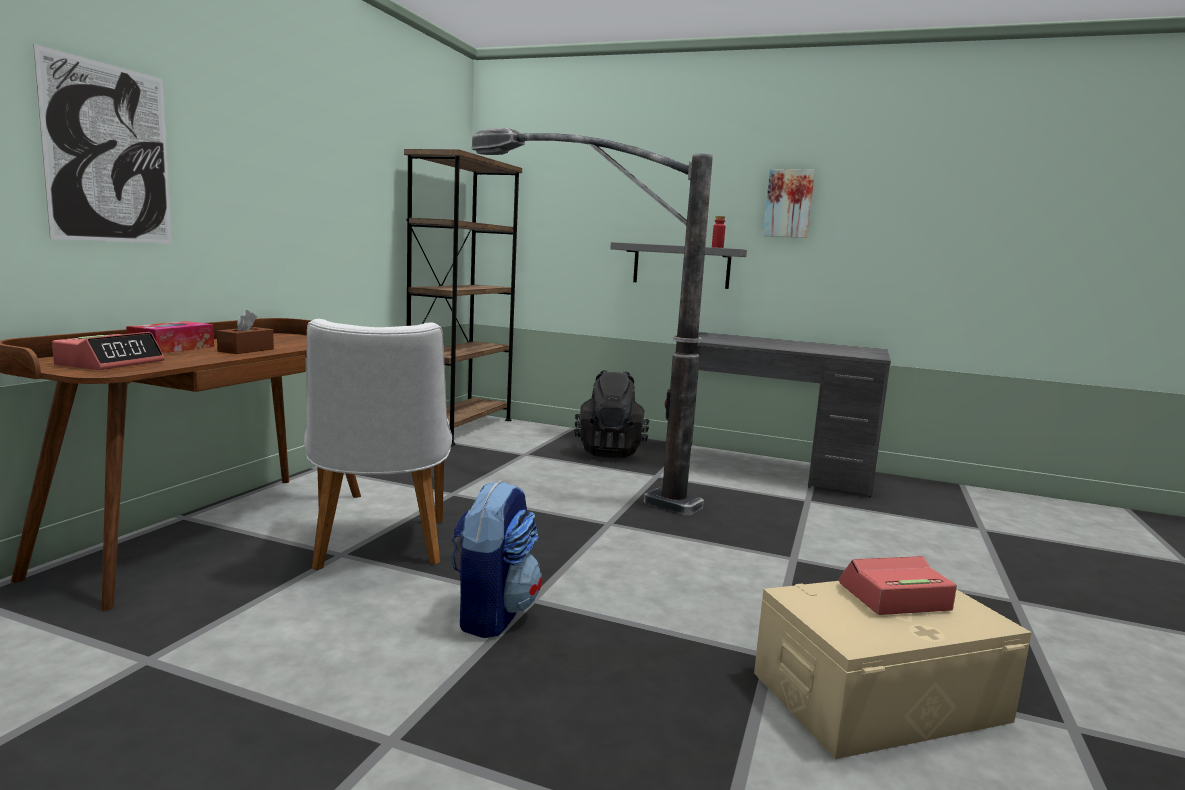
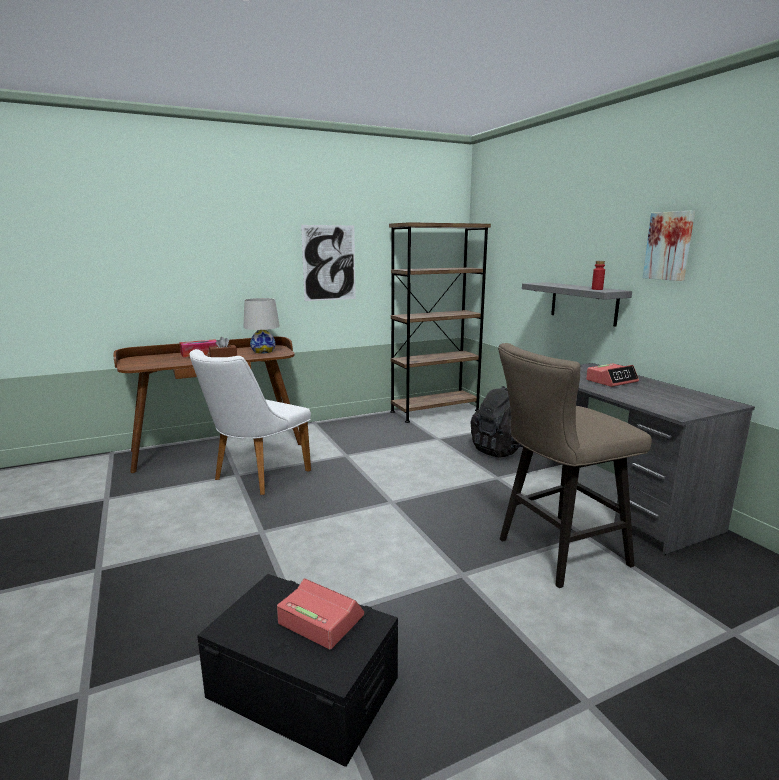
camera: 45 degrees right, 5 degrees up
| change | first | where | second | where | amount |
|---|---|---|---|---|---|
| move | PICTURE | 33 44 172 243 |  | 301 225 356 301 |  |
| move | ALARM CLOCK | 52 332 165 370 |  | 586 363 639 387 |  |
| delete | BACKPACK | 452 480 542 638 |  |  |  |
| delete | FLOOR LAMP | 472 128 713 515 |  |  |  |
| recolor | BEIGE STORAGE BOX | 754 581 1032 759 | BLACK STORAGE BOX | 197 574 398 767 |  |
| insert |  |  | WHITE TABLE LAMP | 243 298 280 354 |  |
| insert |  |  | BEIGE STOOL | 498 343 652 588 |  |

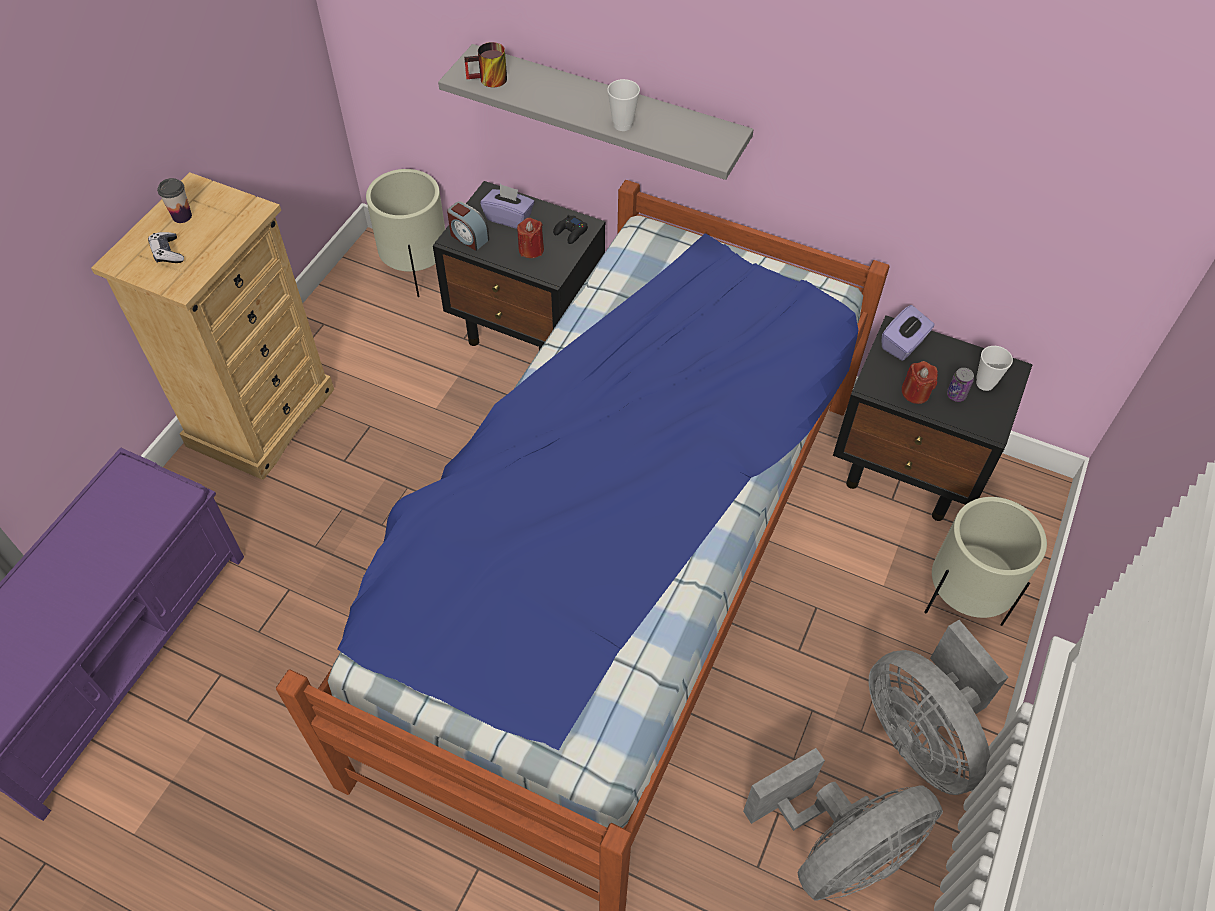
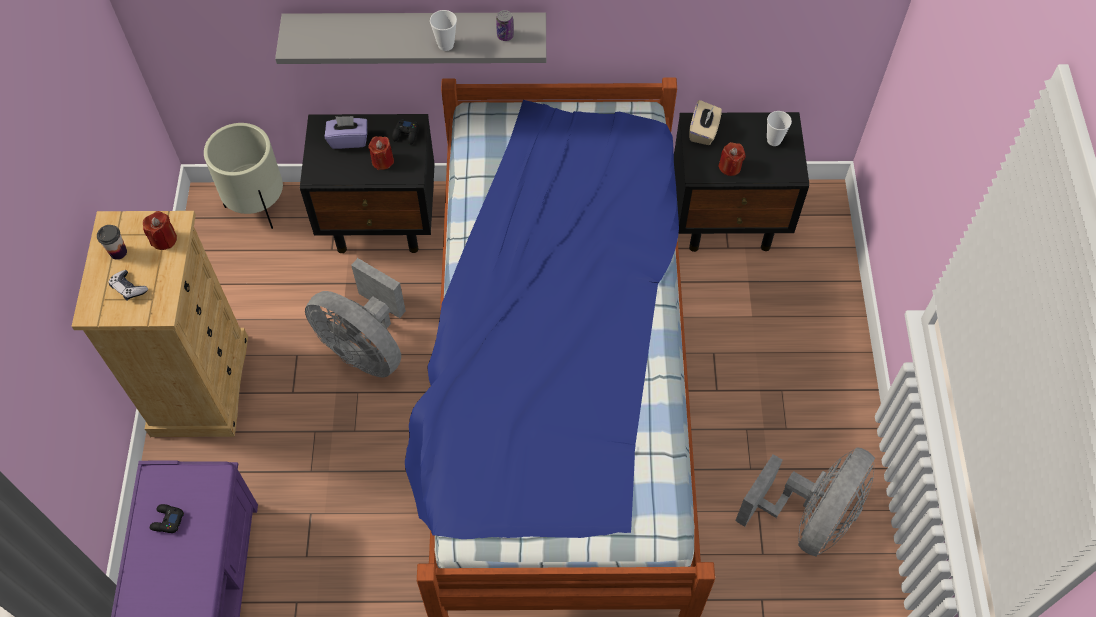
camera: 25 degrees left, 5 degrees up
| change | first | where | second | where | amount |
|---|---|---|---|---|---|
| delete | ALARM CLOCK | 447 201 489 251 |  |  |  |
| delete | MUG | 464 42 507 87 |  |  |  |
| move | GREY FAN | 869 620 1008 795 |  | 305 258 406 378 |  |
| recolor | PURPLE TISSUE BOX | 881 305 935 361 | BEIGE TISSUE BOX | 689 100 722 145 |  |
| delete | BEIGE PLANTER | 924 497 1047 626 |  |  |  |
| move | CAN | 947 368 974 402 |  | 496 10 514 41 |  |
| insert |  |  | RED CANDLE | 143 211 177 250 |  |
| insert |  |  | BLACK GAME CONTROLLER | 150 504 184 533 |  |

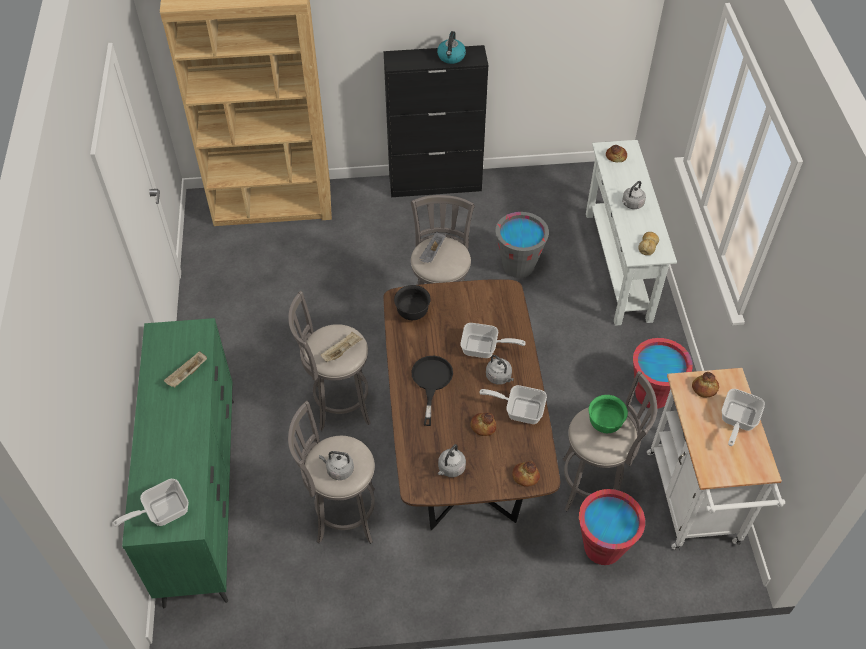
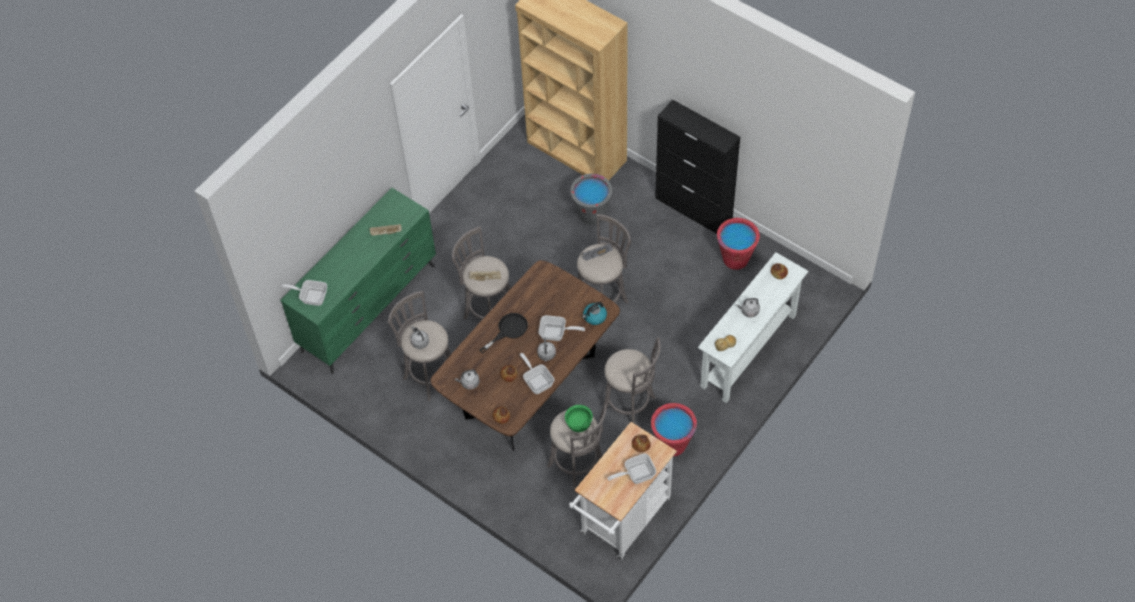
camera: 45 degrees right, 5 degrees up
| change | first | where | second | where | amount |
|---|---|---|---|---|---|
| delete | BLACK BOWL | 394 285 431 320 |  |  |  |
| move | KETTLE | 437 31 466 64 |  | 582 302 607 325 |  |
| rotate | FRYING PAN | 460 323 526 358 |  | 539 315 585 341 | 45 degrees counterclockwise |
| move | GREY BUCKET | 496 212 549 278 |  | 570 174 612 225 |  |
| move | RED BUCKET | 579 489 645 565 |  | 717 218 760 270 |  |
| insert |  |  | GREY STOOL | 601 337 661 424 |  |

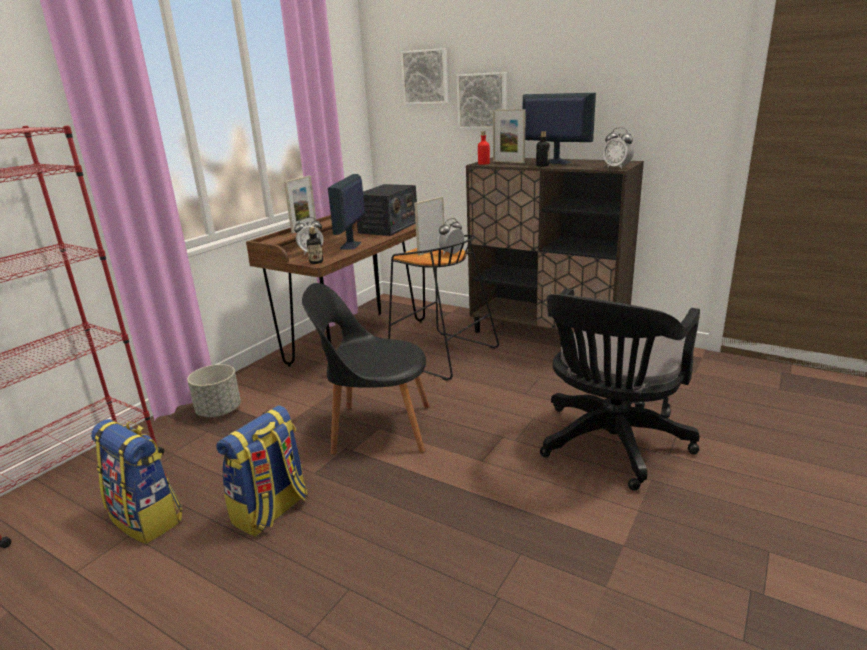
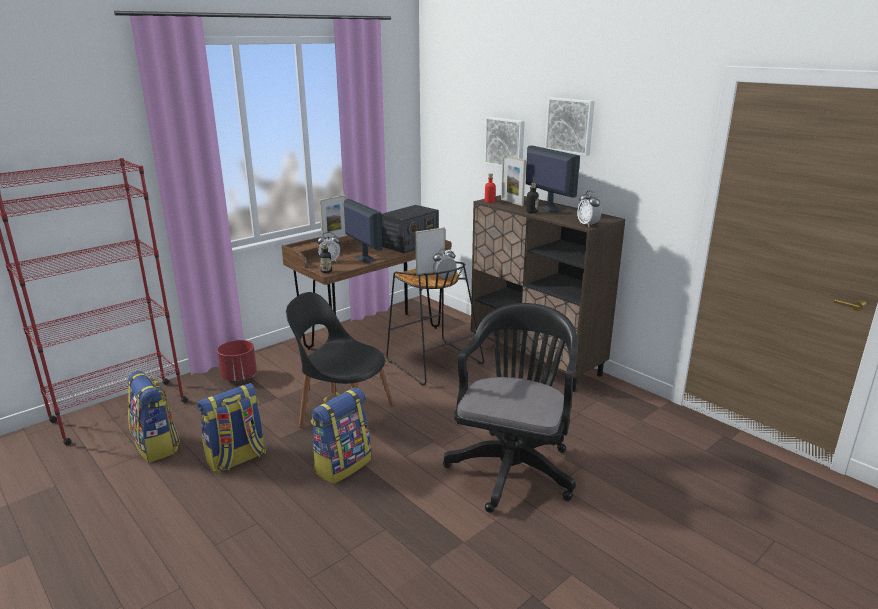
camera: 15 degrees right, 0 degrees up
| change | first | where | second | where | amount |
|---|---|---|---|---|---|
| recolor | GREY PLANTER | 187 364 241 417 | RED PLANTER | 217 340 257 381 |  |
| rotate | MONITOR | 328 174 365 249 |  | 344 199 382 263 | 120 degrees clockwise |
| move | PICTURE | 401 48 448 105 |  | 545 97 595 156 |  |
| rotate | BLACK OFFICE CHAIR | 540 288 700 491 |  | 443 303 578 513 | 150 degrees clockwise |
| insert |  |  | BACKPACK | 311 388 371 484 |  |

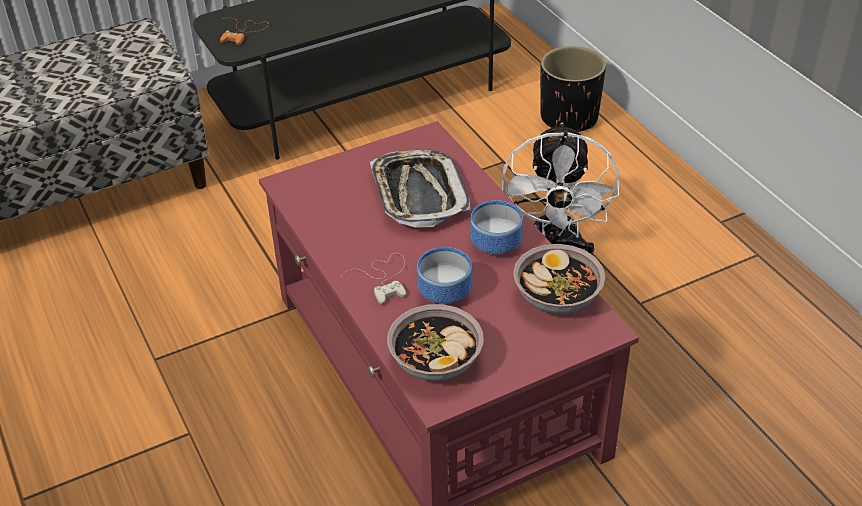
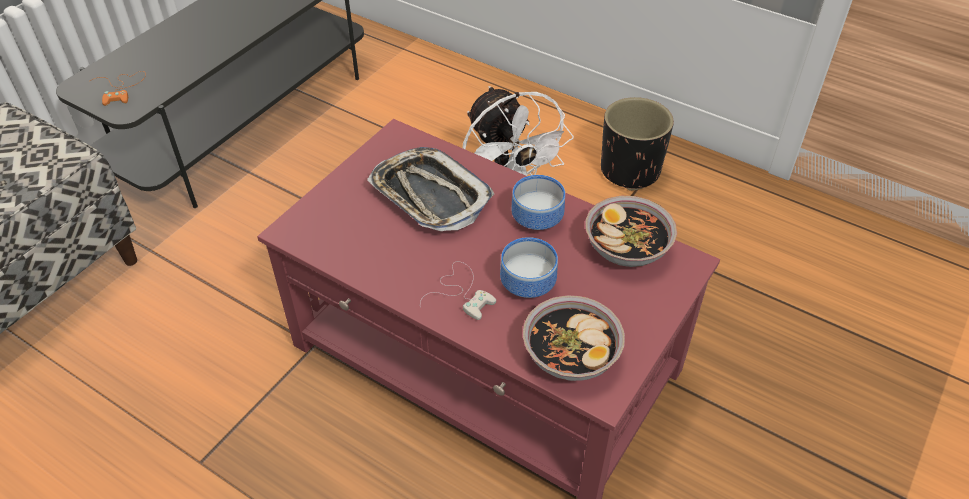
camera: 30 degrees left, 5 degrees up
| change | first | where | second | where | amount |
|---|---|---|---|---|---|
| move | BLACK PLANTER | 540 46 606 132 |  | 601 97 674 191 |  |

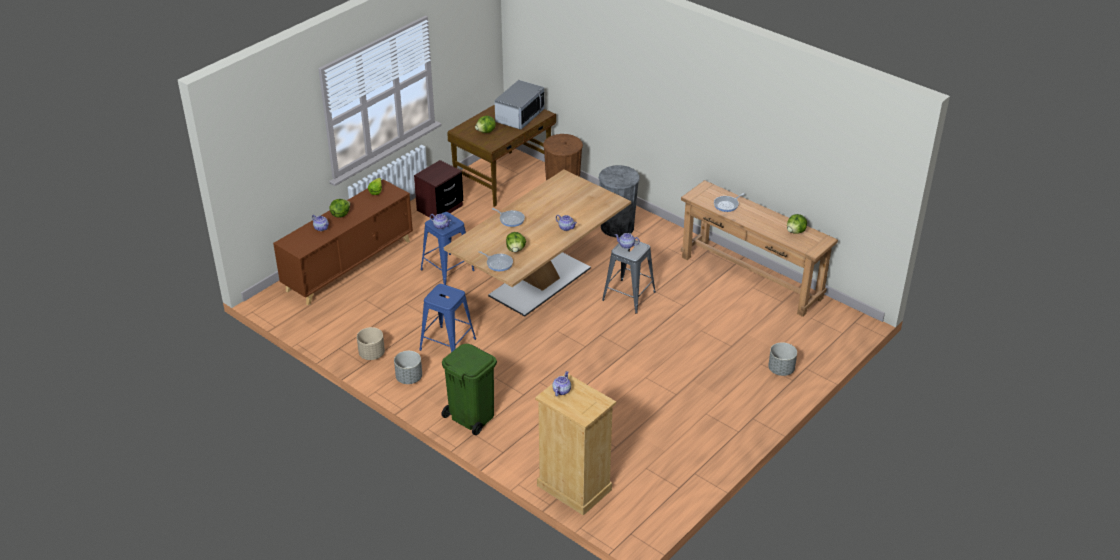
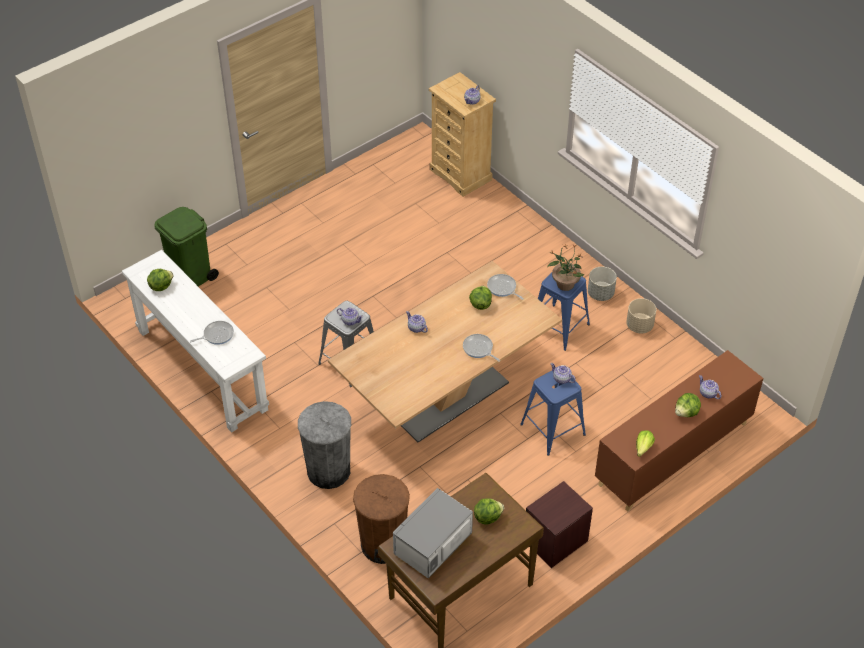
camera: 170 degrees left, 10 degrees up
| change | first | where | second | where | amount |
|---|---|---|---|---|---|
| move | GREEN TRASH CAN | 441 344 497 435 |  | 154 207 219 286 |  |
| recolor | BROWN CONSOLE TABLE | 681 180 838 317 | WHITE CONSOLE TABLE | 122 250 269 433 |  |
| delete | GREY PLANTER | 768 342 797 376 |  |  |  |
| insert |  |  | POTTED PLANT | 547 244 584 291 |  |

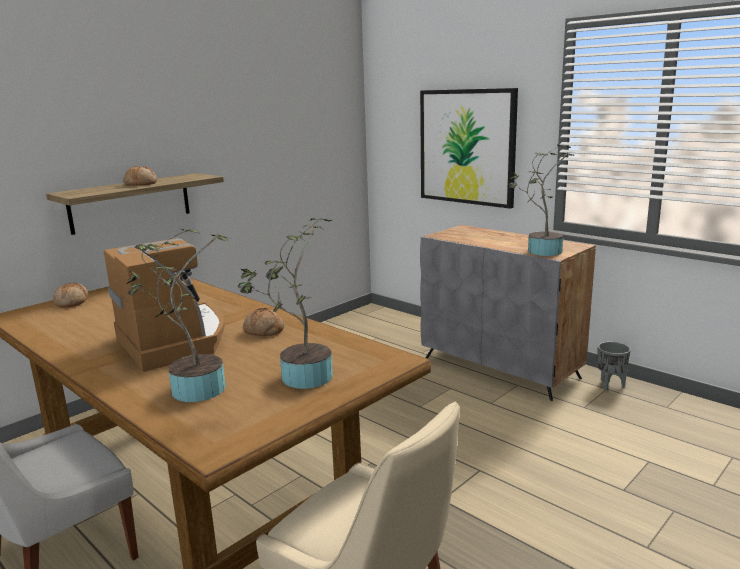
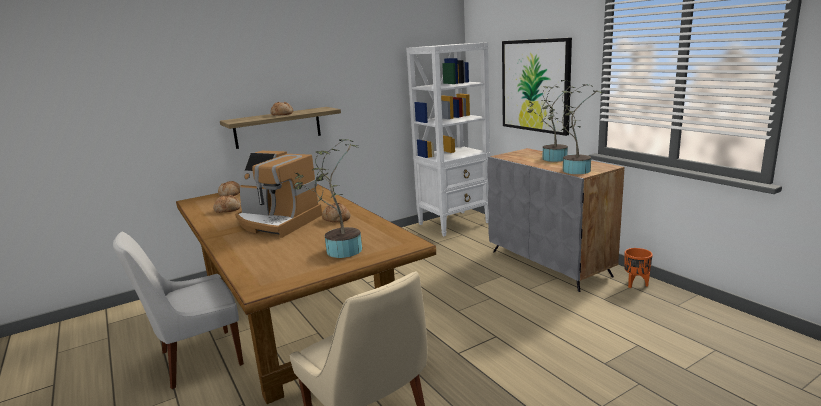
camera: 15 degrees right, 0 degrees up
| change | first | where | second | where | amount |
|---|---|---|---|---|---|
| rotate | COFFEE MACHINE | 104 238 225 372 |  | 235 151 322 238 | 135 degrees clockwise |
| move | POTTED PLANT | 126 229 229 402 |  | 527 80 576 162 |  |
| recolor | GREY PLANTER | 597 342 631 391 | ORANGE PLANTER | 624 248 653 288 |  |
| insert |  |  | BREAD | 213 195 241 213 |  |
| insert |  |  | WHITE BOOKCASE | 406 42 490 236 |  |

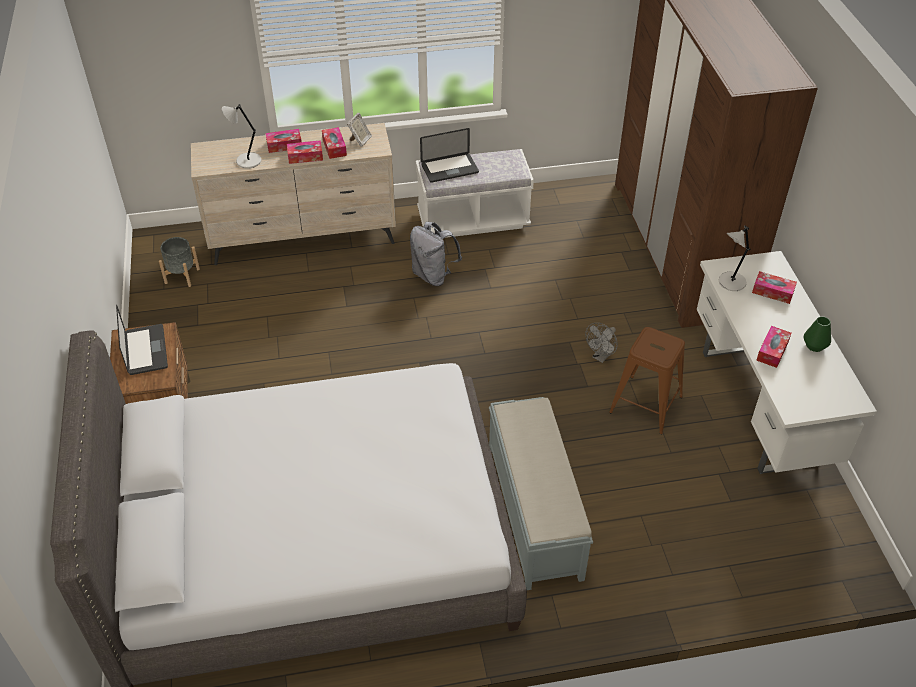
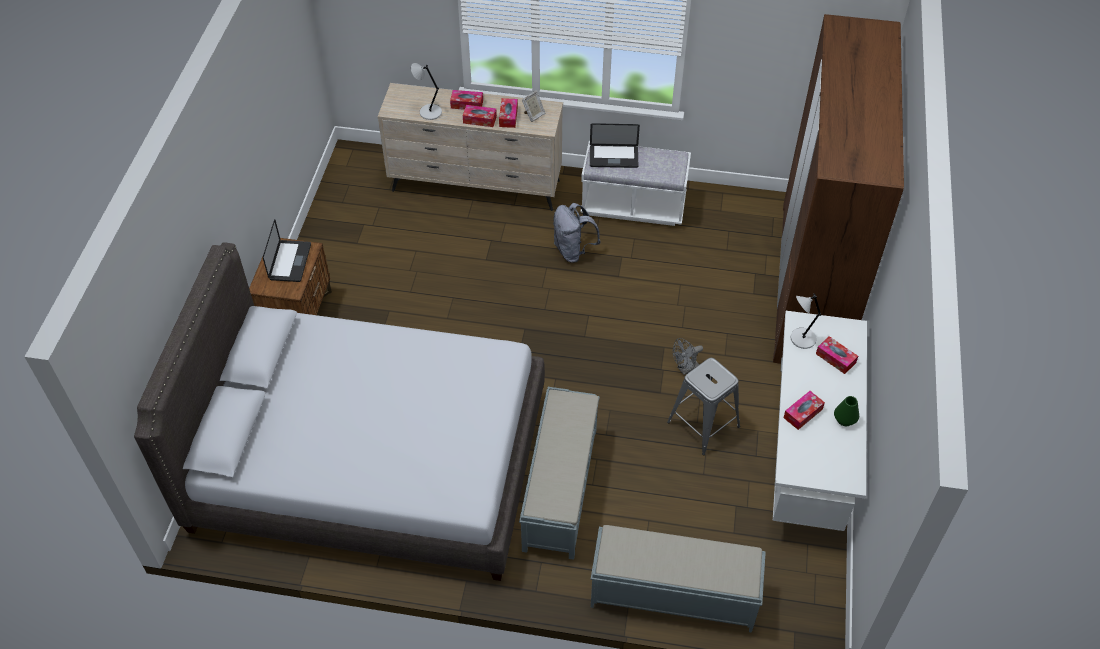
camera: 20 degrees right, 5 degrees up
| change | first | where | second | where | amount |
|---|---|---|---|---|---|
| delete | GREY PLANTER | 159 237 200 287 |  |  |  |
| recolor | BROWN STOOL | 609 327 685 434 | GREY STOOL | 667 358 740 455 |  |
| insert |  |  | GREY BENCH | 591 525 766 633 |  |

